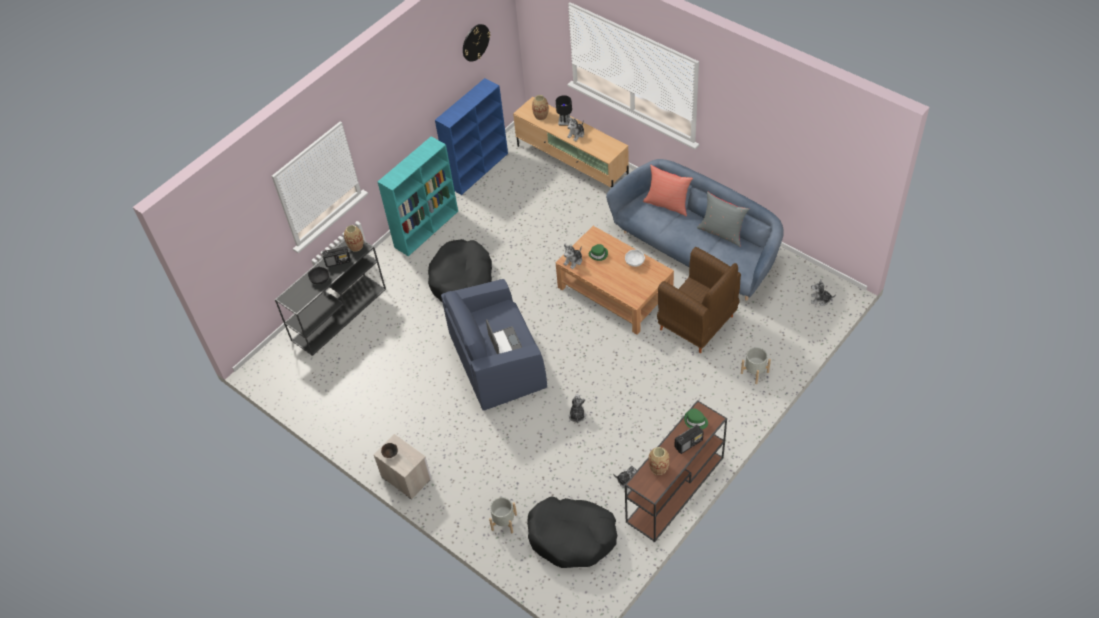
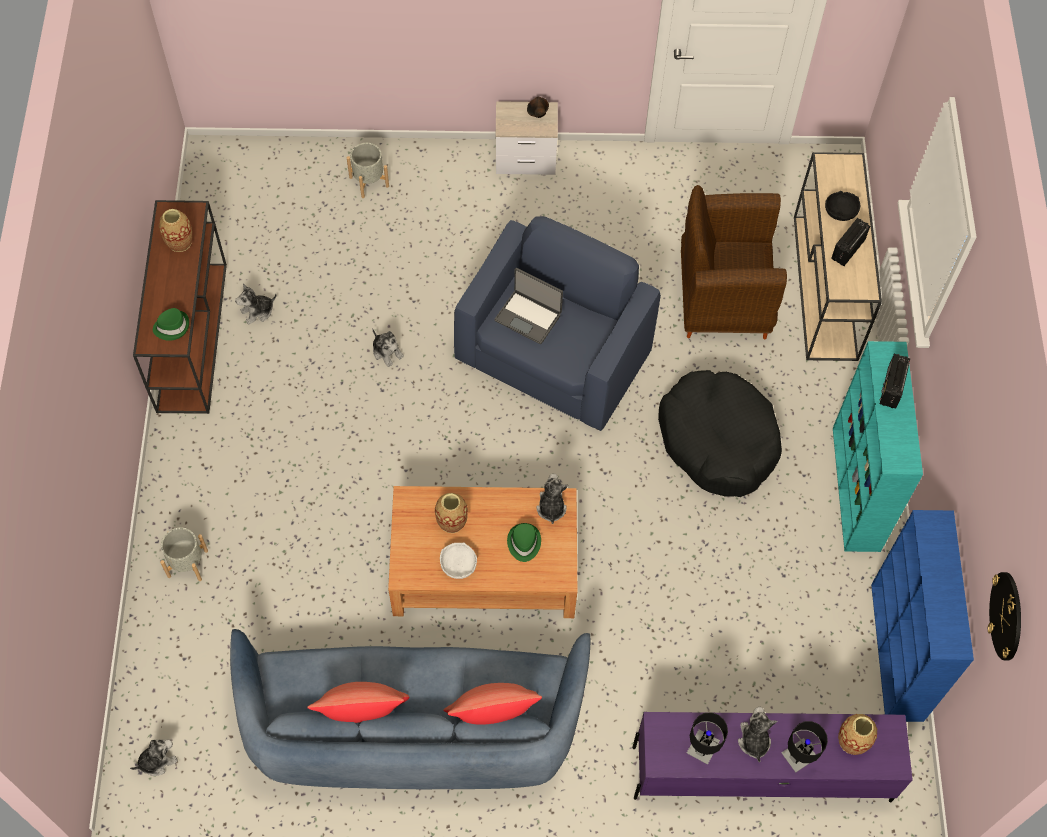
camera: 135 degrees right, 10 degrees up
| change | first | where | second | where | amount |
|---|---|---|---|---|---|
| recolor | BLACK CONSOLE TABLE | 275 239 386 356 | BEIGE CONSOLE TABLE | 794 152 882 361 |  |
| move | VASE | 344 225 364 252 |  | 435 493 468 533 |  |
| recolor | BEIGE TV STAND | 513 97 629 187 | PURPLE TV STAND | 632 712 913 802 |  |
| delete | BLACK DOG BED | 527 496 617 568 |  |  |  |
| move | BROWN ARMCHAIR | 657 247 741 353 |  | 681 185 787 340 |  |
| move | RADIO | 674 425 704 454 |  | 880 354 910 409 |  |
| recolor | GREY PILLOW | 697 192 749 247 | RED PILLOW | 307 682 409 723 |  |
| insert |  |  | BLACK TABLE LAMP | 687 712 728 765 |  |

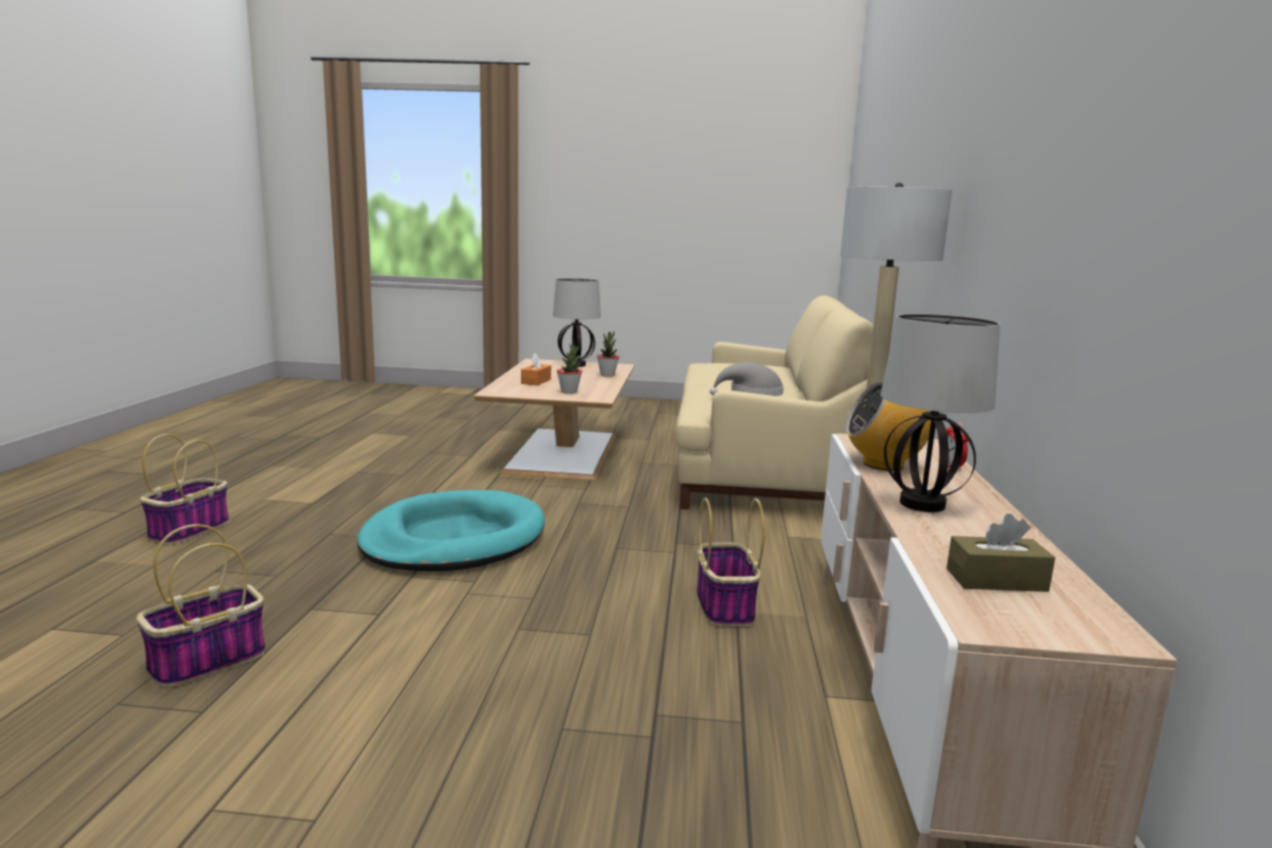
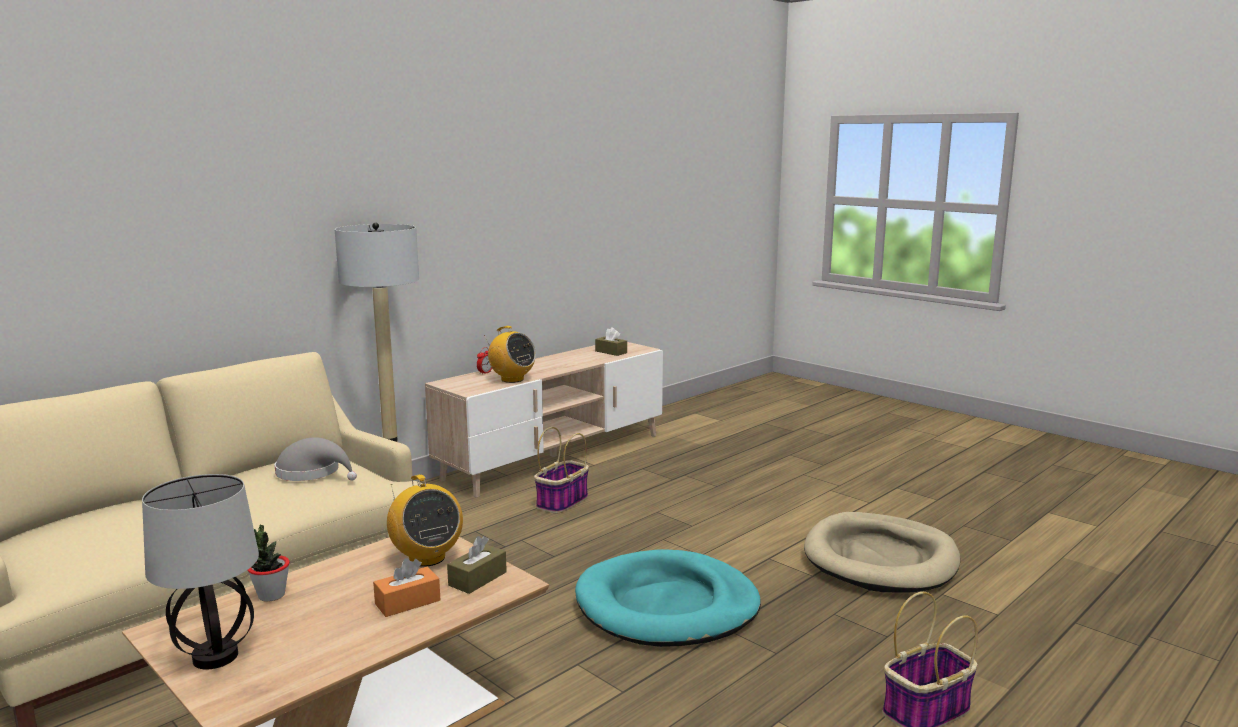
camera: 140 degrees left, 0 degrees up
| change | first | where | second | where | amount |
|---|---|---|---|---|---|
| replace | BASKET | 136 524 266 688 | BEIGE DOG BED | 804 512 960 593 |  |
| replace | POTTED PLANT | 557 344 582 394 | RADIO | 387 474 463 567 |  |
| delete | TABLE LAMP | 881 314 1000 512 |  |  |  |
| insert |  |  | BROWN TISSUE BOX | 447 536 507 594 |  |

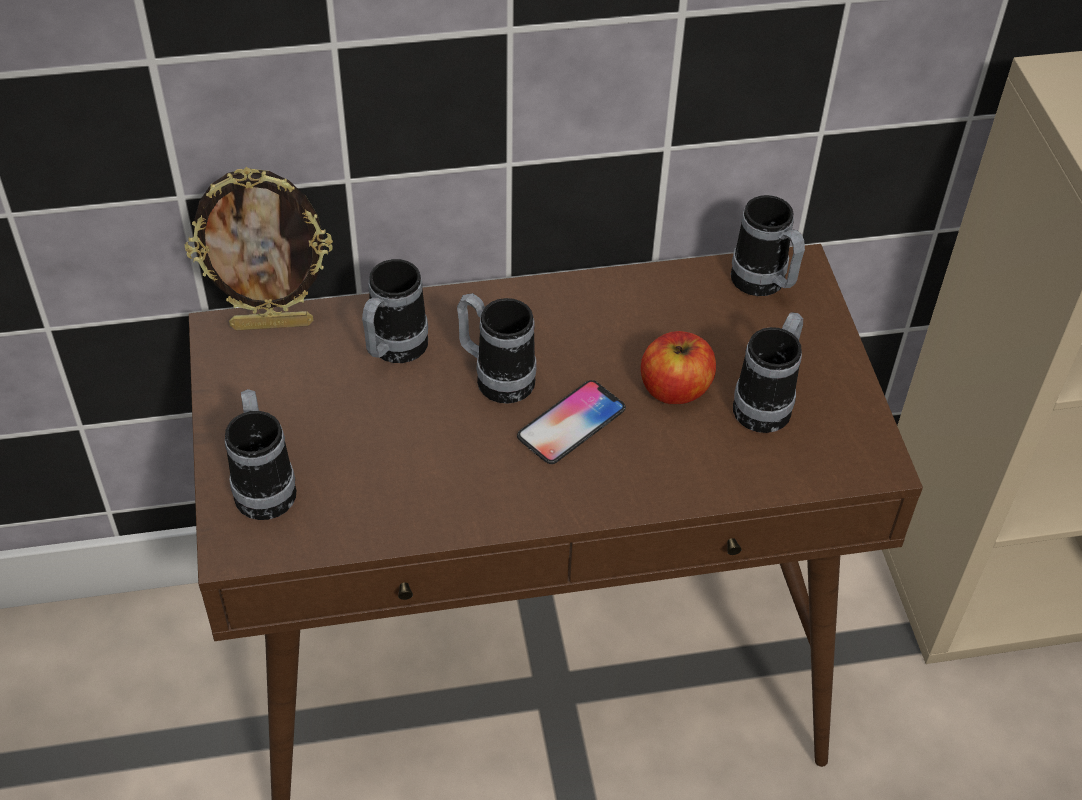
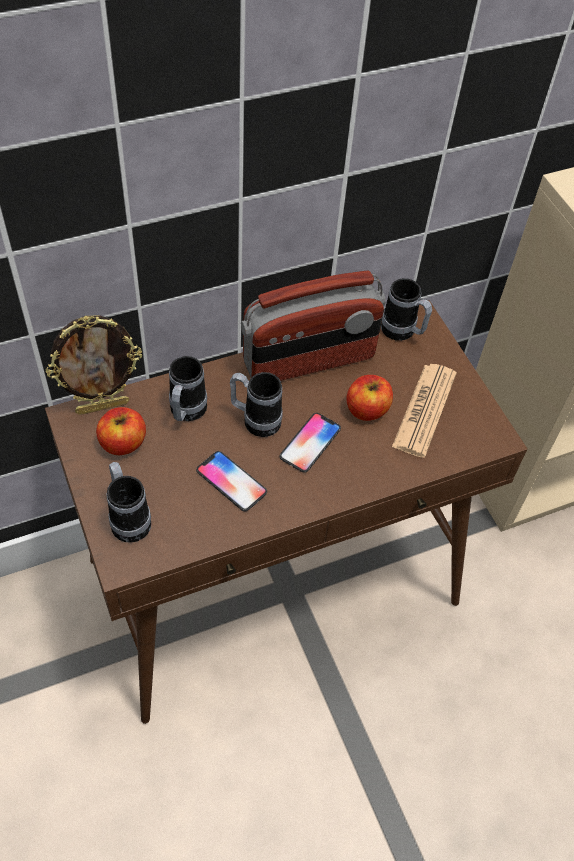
camera: 15 degrees left, 5 degrees up
| change | first | where | second | where | amount |
|---|---|---|---|---|---|
| replace | MUG | 733 312 803 433 | NEWSPAPER | 392 364 457 458 |  |
| insert |  |  | APPLE | 96 407 146 455 |  |
| insert |  |  | PHONE | 196 451 267 511 |  |
| insert |  |  | RADIO | 241 271 385 381 |  |

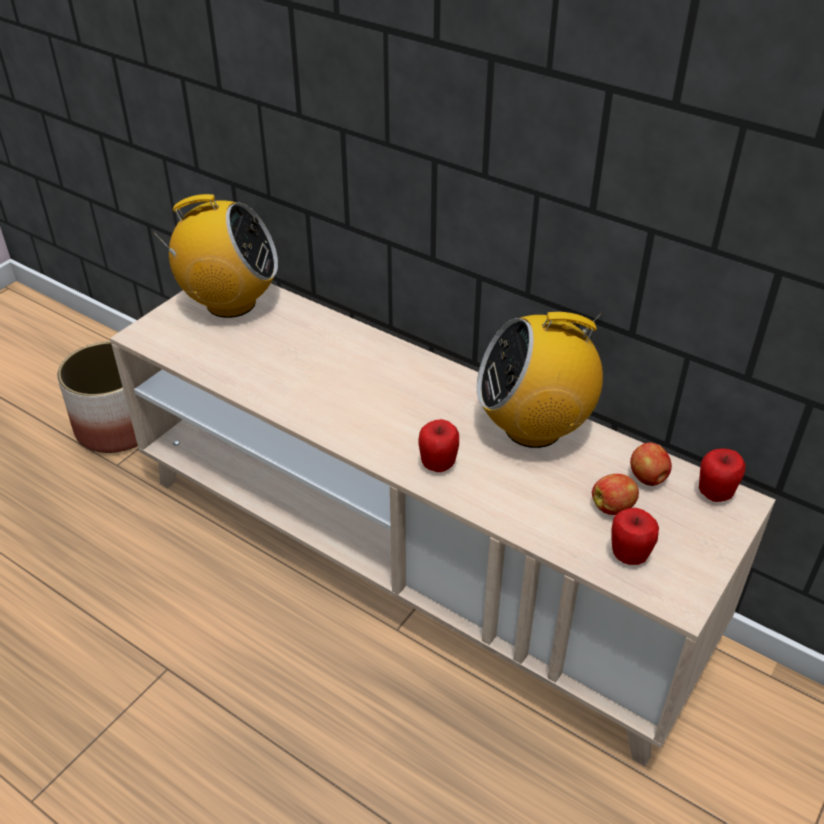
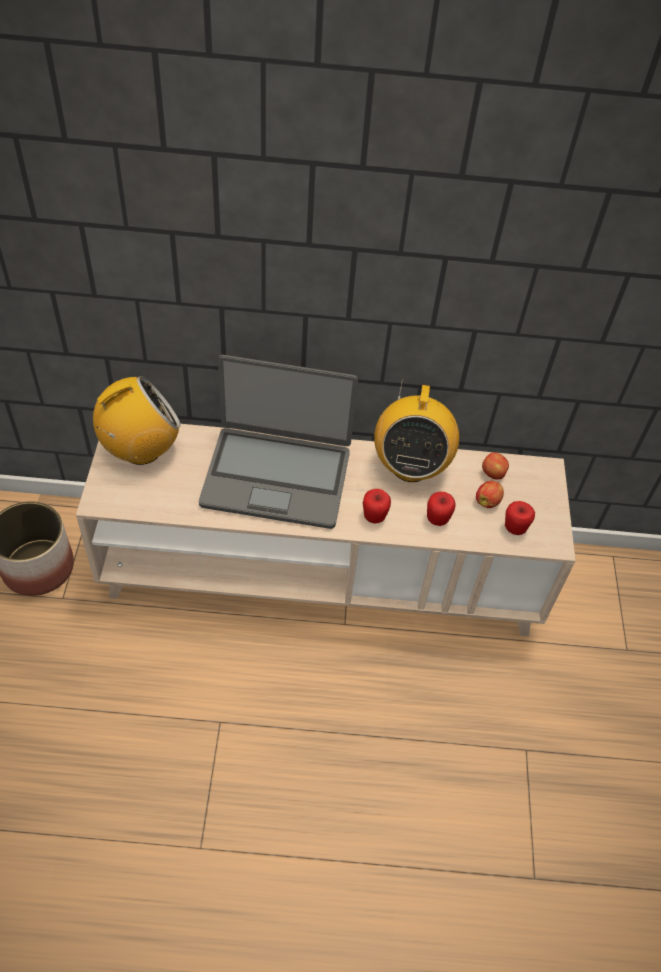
camera: 35 degrees left, 10 degrees up
| change | first | where | second | where | amount |
|---|---|---|---|---|---|
| rotate | RADIO | 477 312 603 448 |  | 374 379 459 482 | 45 degrees counterclockwise |
| move | APPLE | 699 448 746 502 |  | 427 492 455 526 |  |
| insert |  |  | LAPTOP | 199 355 358 529 |  |

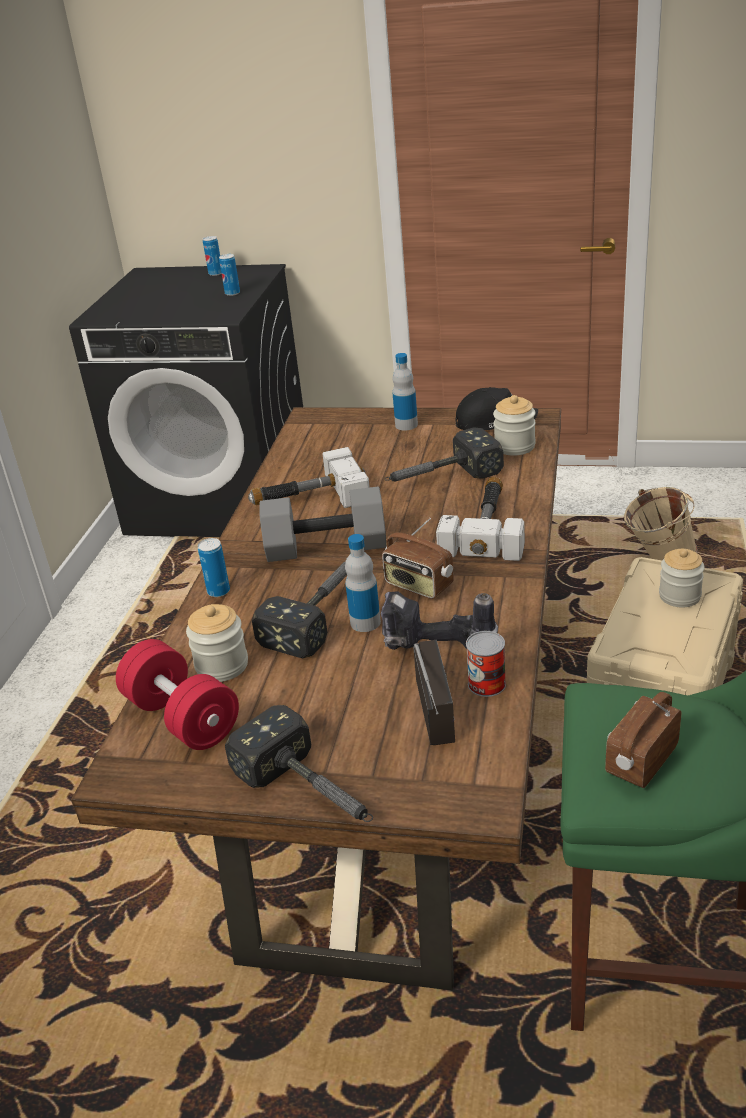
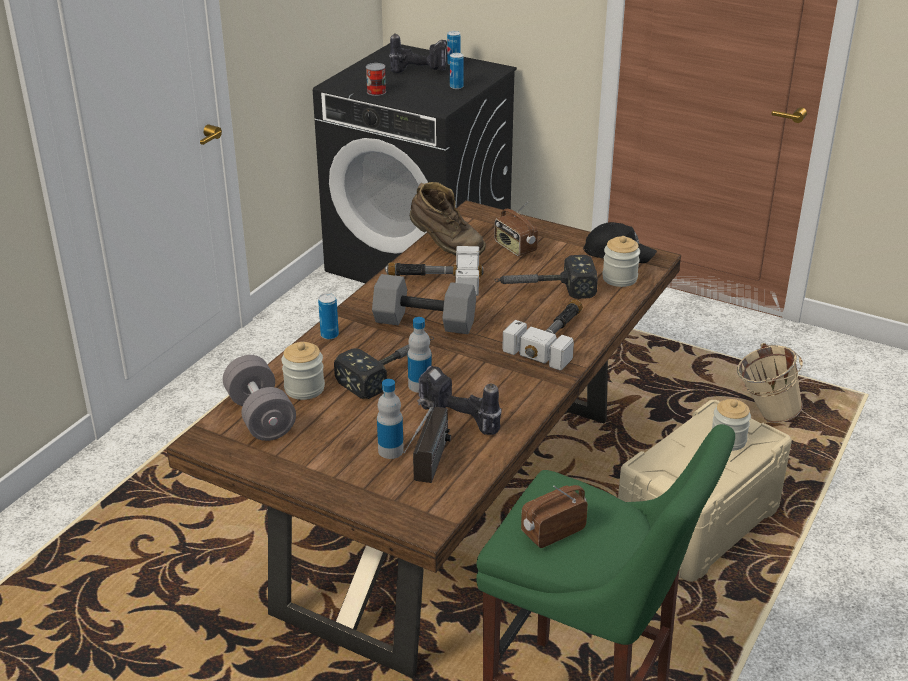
camera: 15 degrees right, 0 degrees up
| change | first | where | second | where | amount |
|---|---|---|---|---|---|
| recolor | RED DUMBBELL | 116 639 239 750 | GREY DUMBBELL | 223 355 296 441 |  |
| delete | HAMMER | 225 705 373 822 |  |  |  |
| move | RADIO | 382 518 454 599 |  | 494 202 538 256 |  |
| move | BOTTLE | 392 353 418 430 |  | 377 379 404 459 |  |
| move | CAN | 466 631 506 697 |  | 366 63 386 96 |  |
| insert |  |  | POWER DRILL | 389 33 447 73 |  |
| insert |  |  | BROWN BOOT | 410 182 486 255 |  |

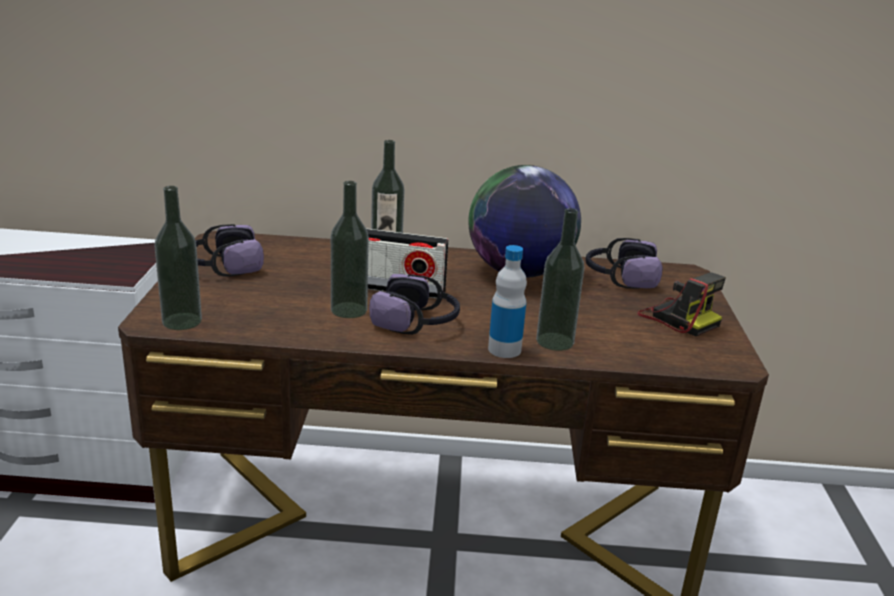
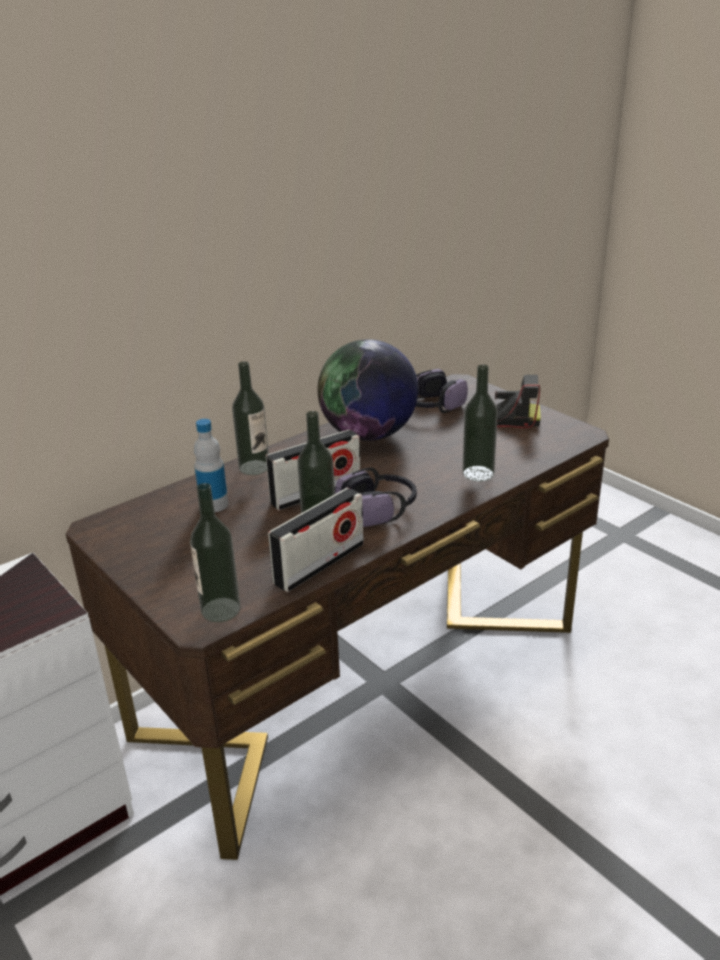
camera: 40 degrees left, 5 degrees up
| change | first | where | second | where | amount |
|---|---|---|---|---|---|
| delete | HEADPHONES | 195 224 264 276 |  |  |  |
| move | BOTTLE | 488 245 527 358 |  | 194 419 228 512 |  |
| insert |  |  | RADIO | 268 488 364 592 |  |

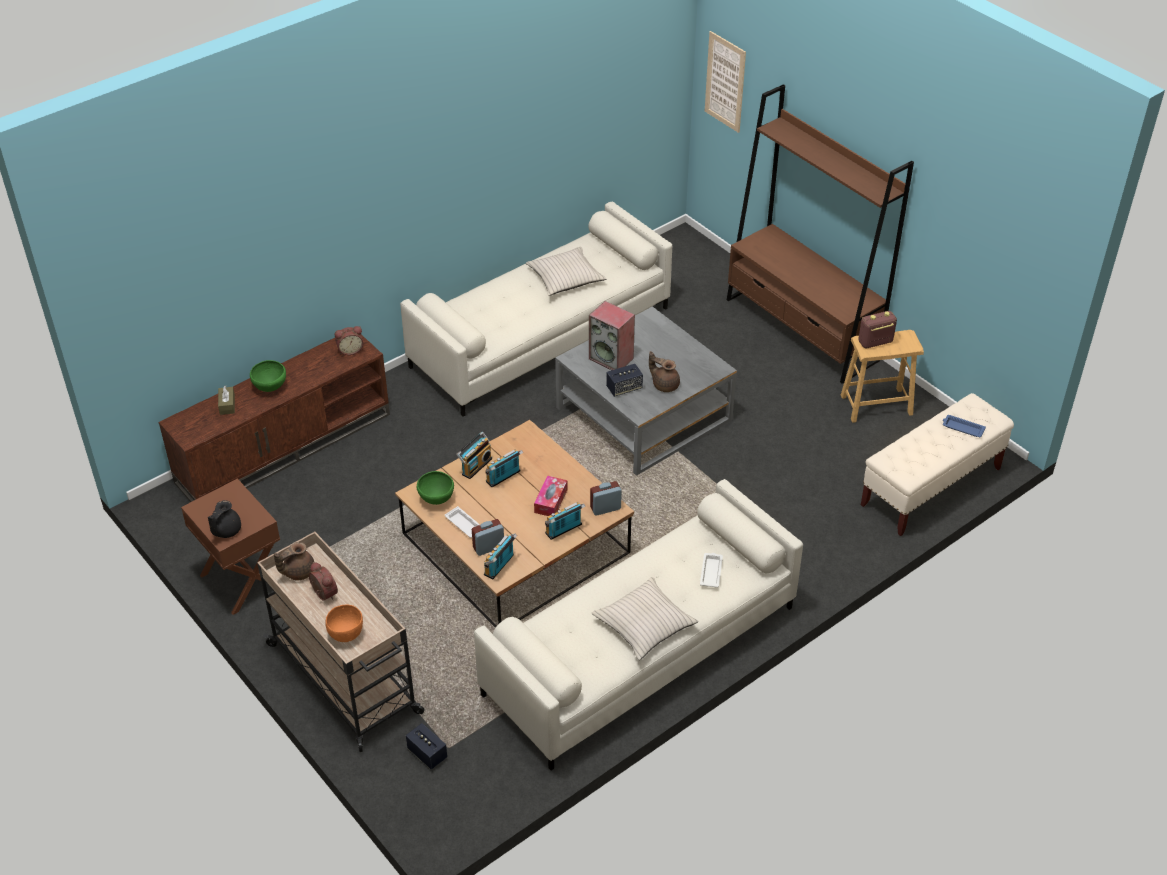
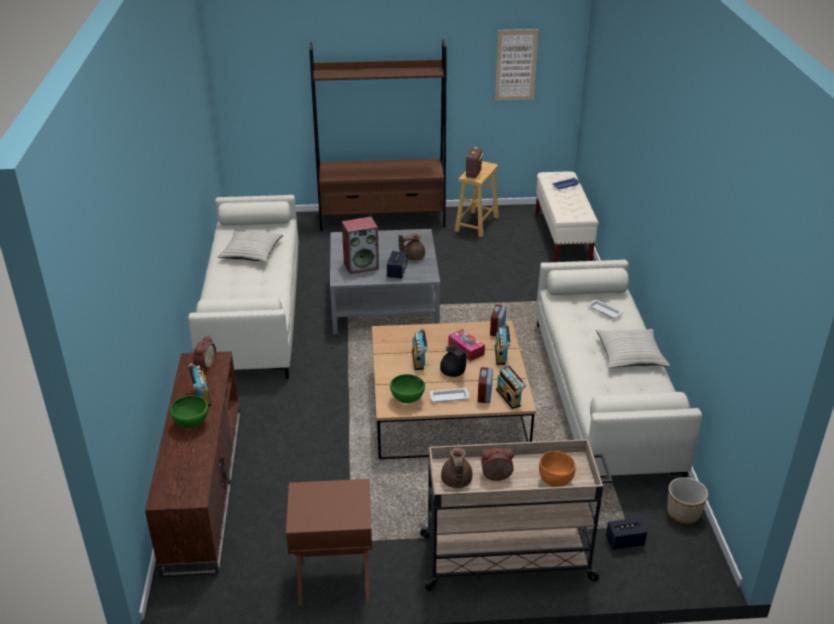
camera: 55 degrees left, 10 degrees down
| change | first | where | second | where | amount |
|---|---|---|---|---|---|
| move | BLACK TEAPOT | 208 500 241 538 |  | 440 345 466 377 |  |
| delete | BROWN TISSUE BOX | 218 386 235 415 |  |  |  |
| move | RADIO | 457 432 492 479 |  | 189 363 211 406 |  |
| move | PICTURE | 705 31 746 133 |  | 495 29 539 100 |  |
| insert |  |  | PLANTER | 667 477 708 524 |  |

